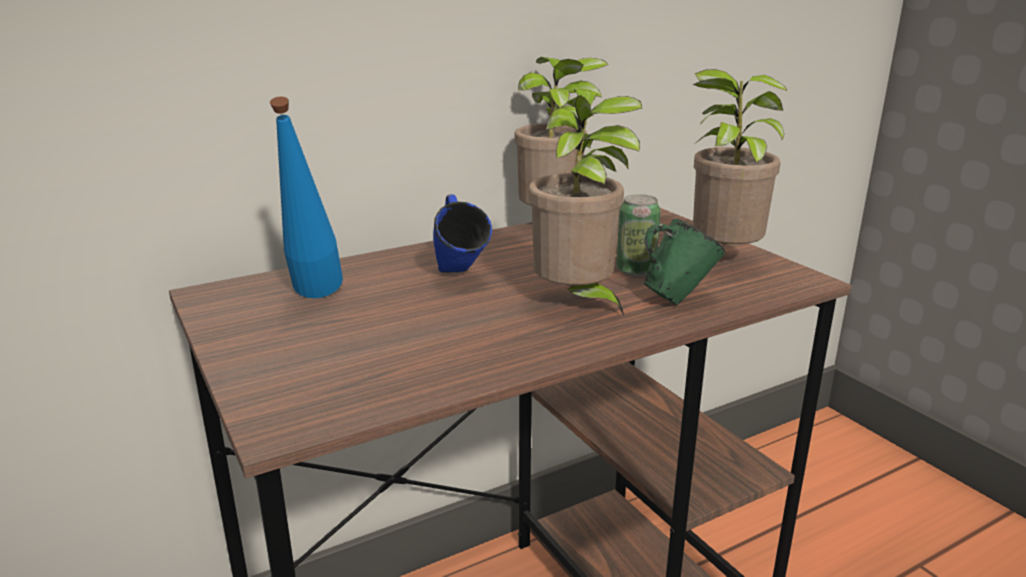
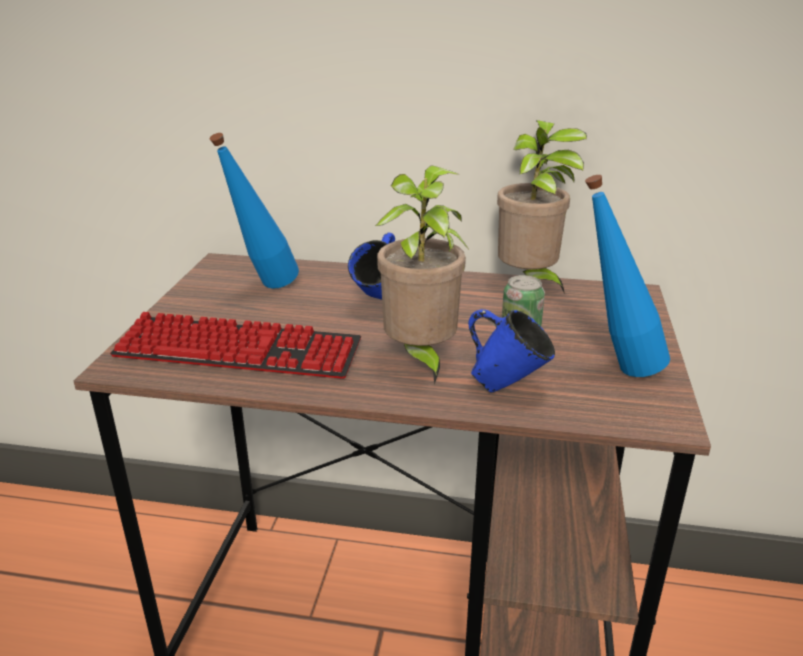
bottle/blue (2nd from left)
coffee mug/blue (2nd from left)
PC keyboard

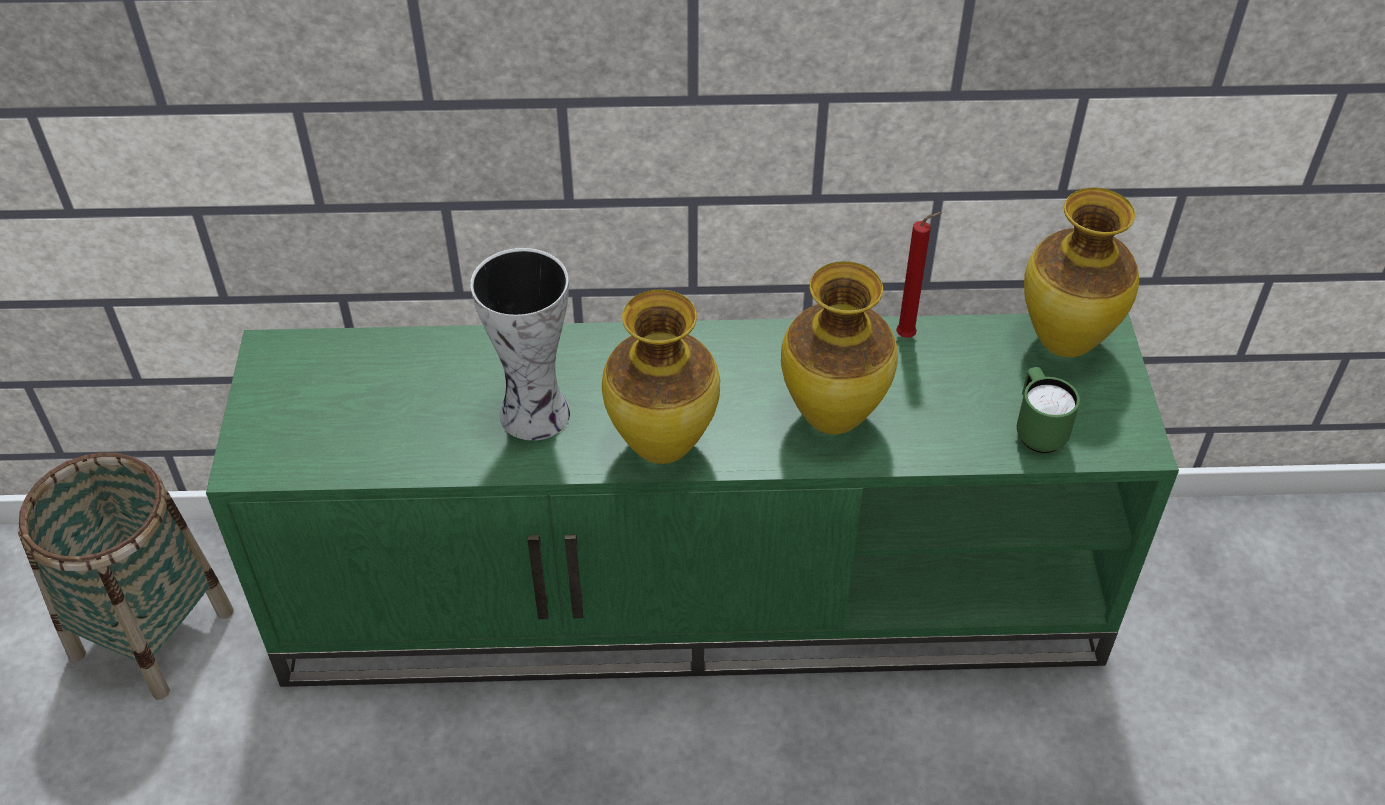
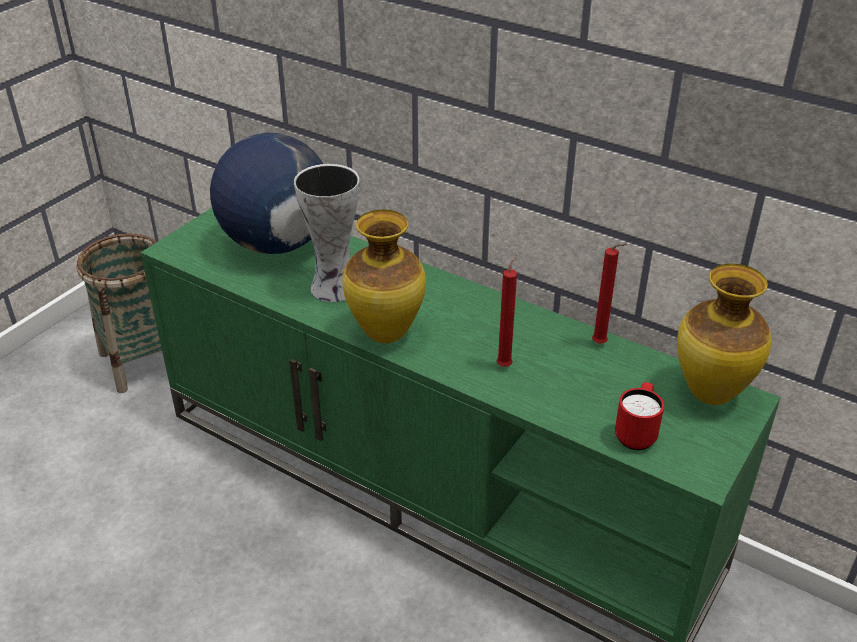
candle/red (1st from left)
coffee mug/red
globe

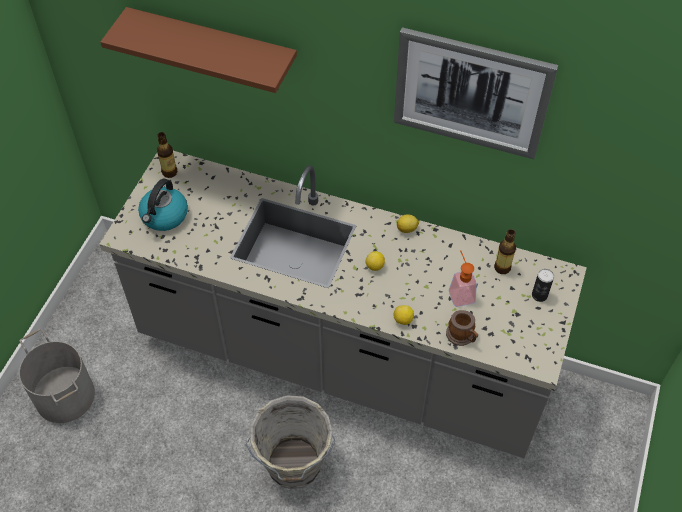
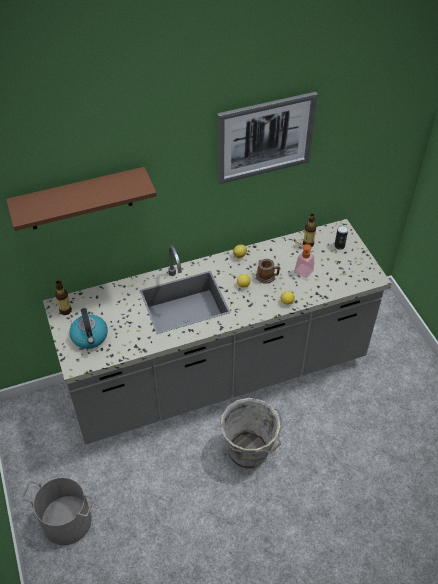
coffee mug

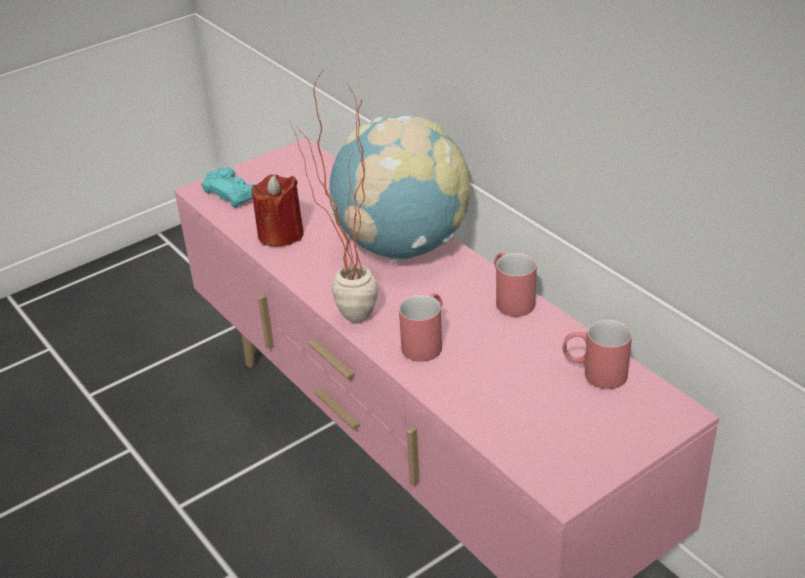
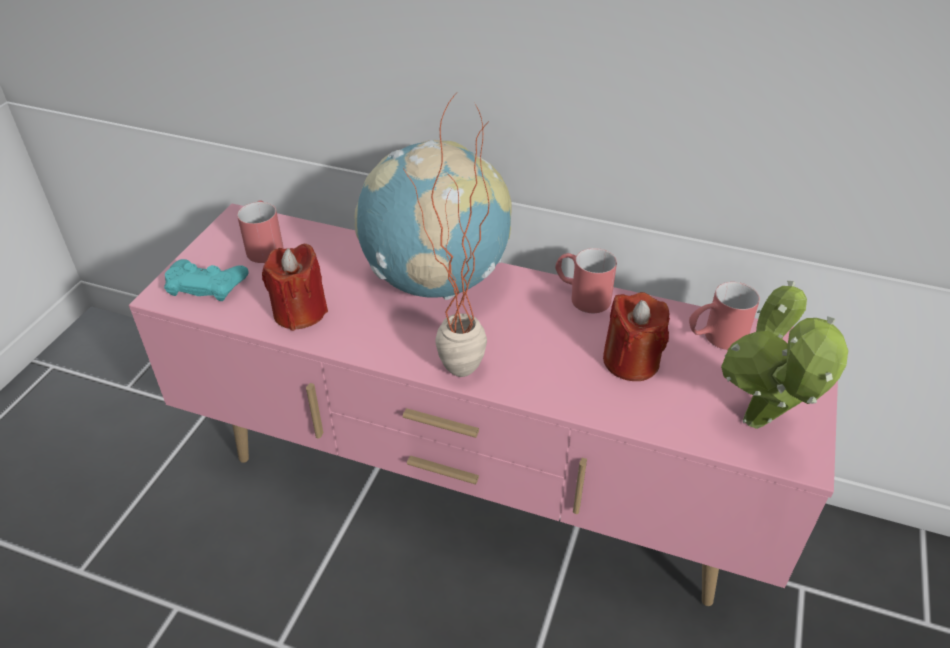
coffee mug/red (1st from left)
houseplant (2nd from left)
candle/red (2nd from left)

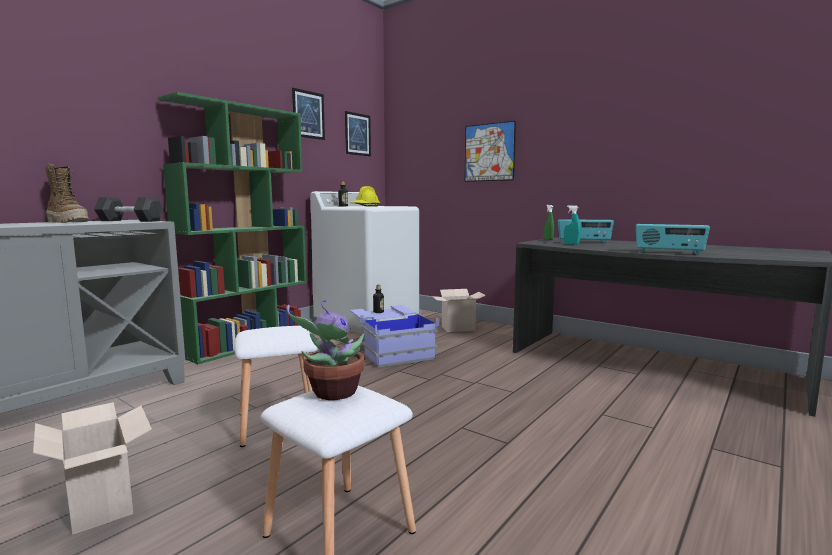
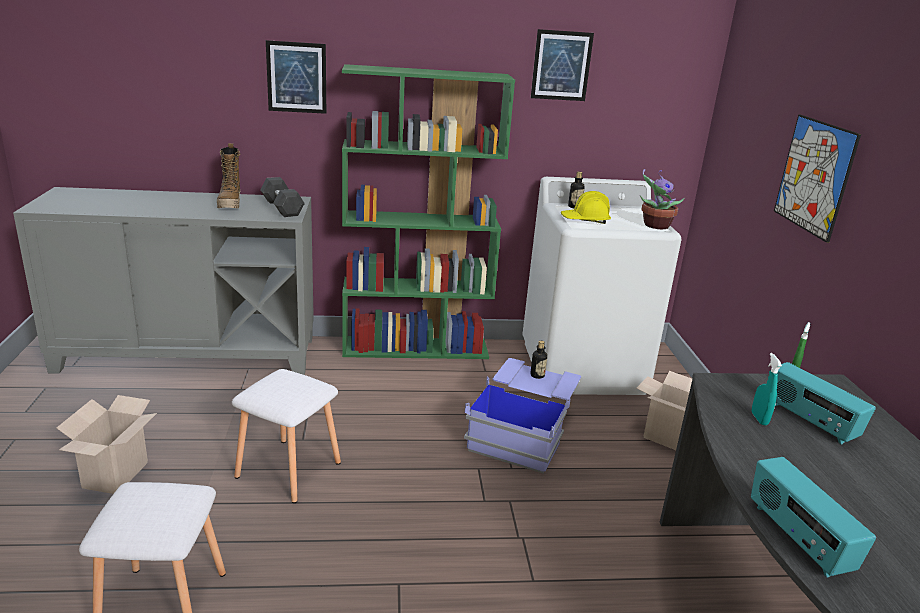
picture (1st from left)
houseplant

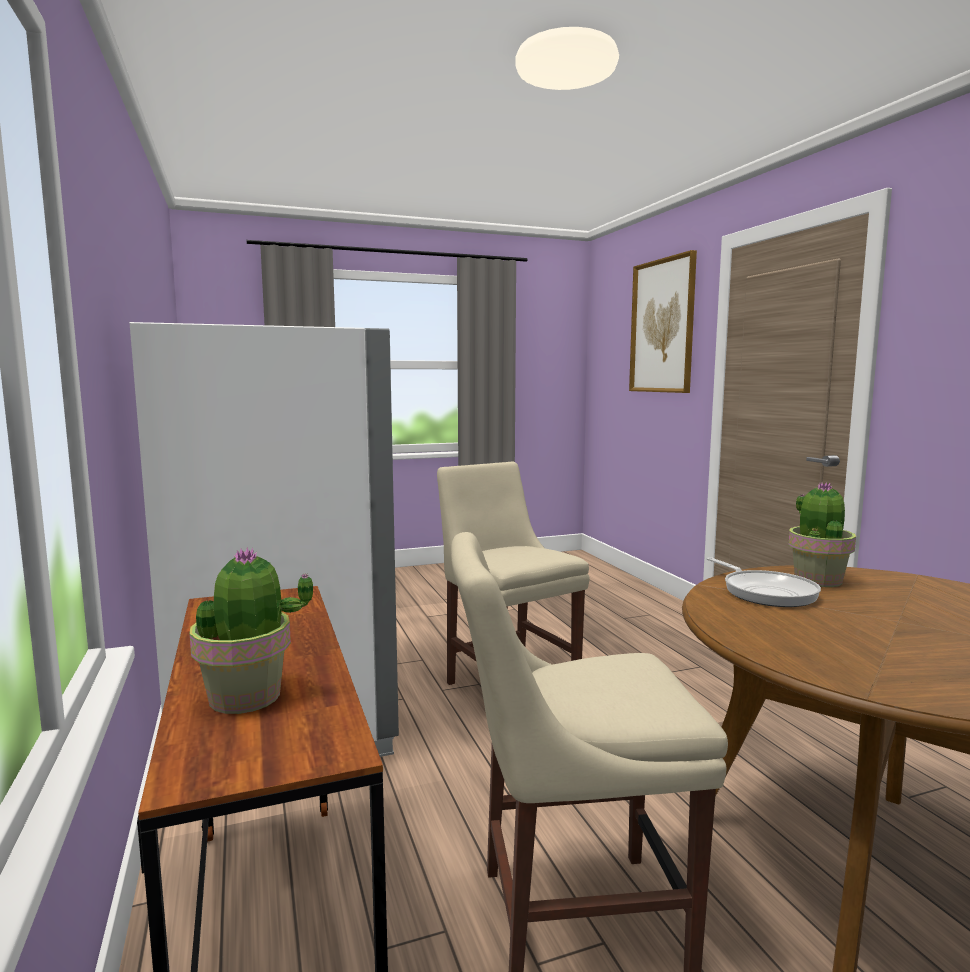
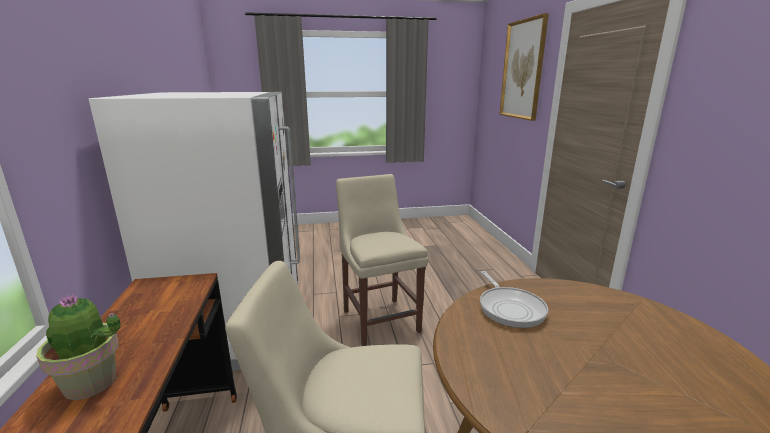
houseplant (2nd from left in the first image)

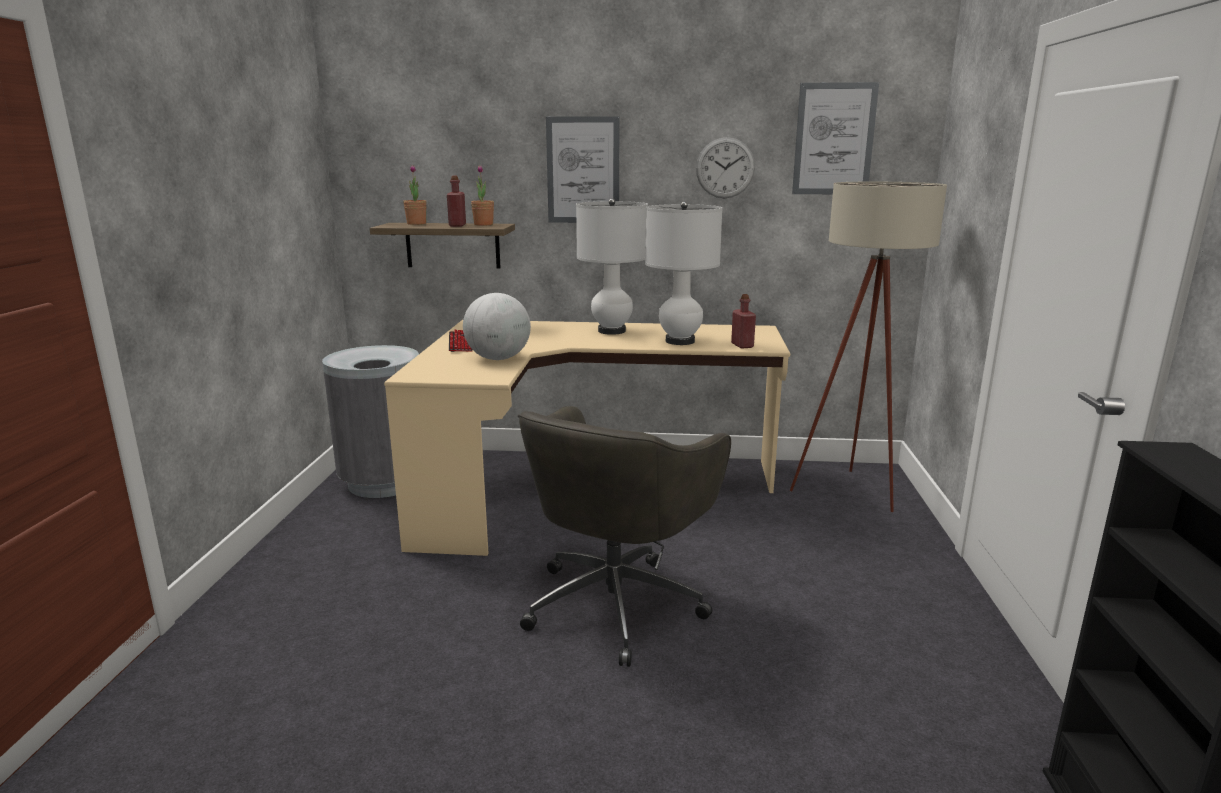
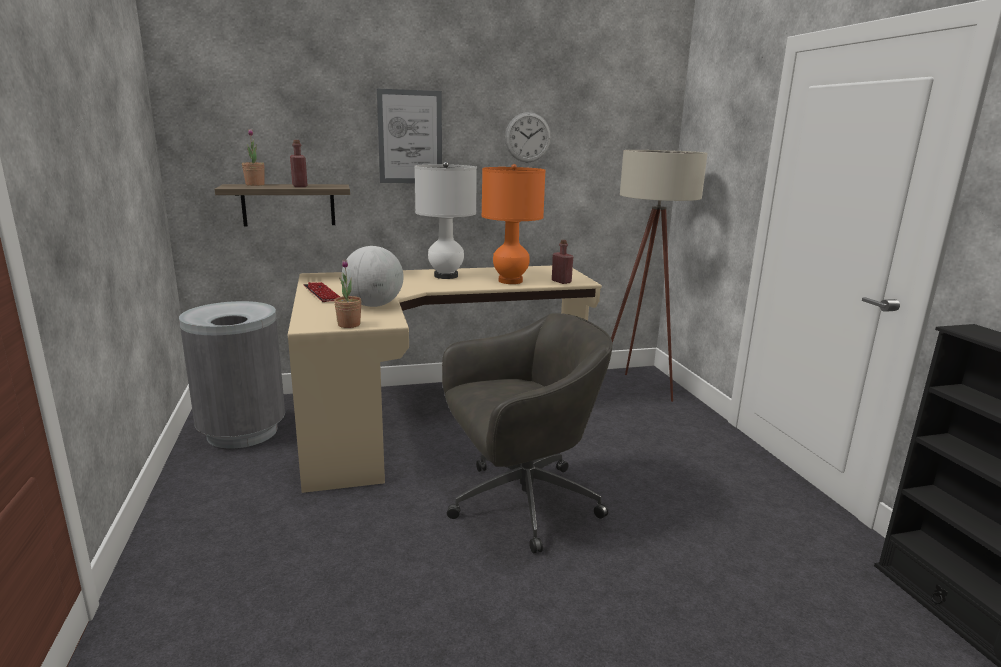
picture (2nd from left in the first image)
houseplant (2nd from left)
lamp for a table/orange-coloured
office chair/gray

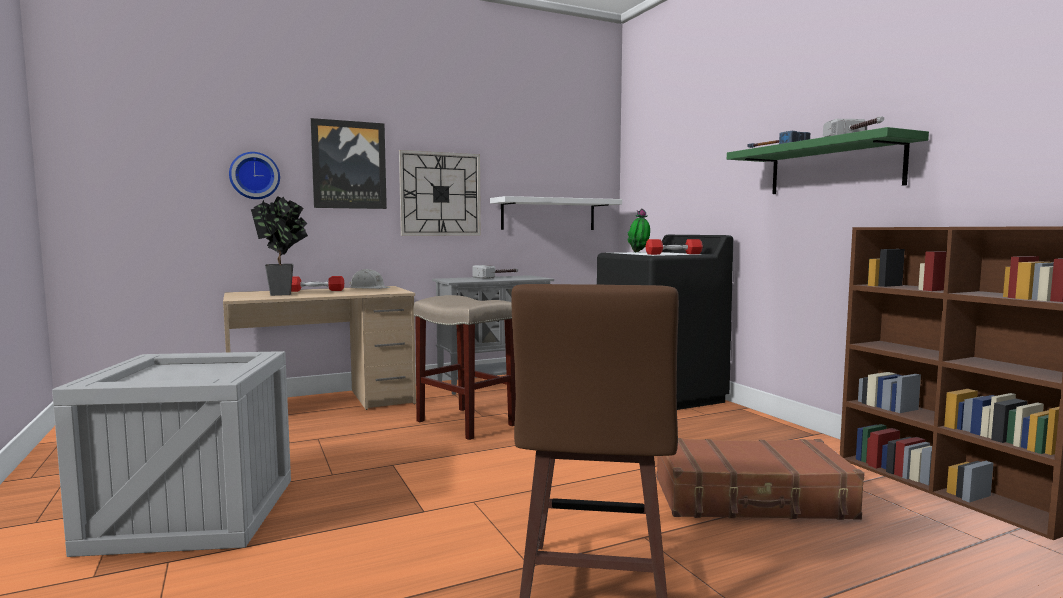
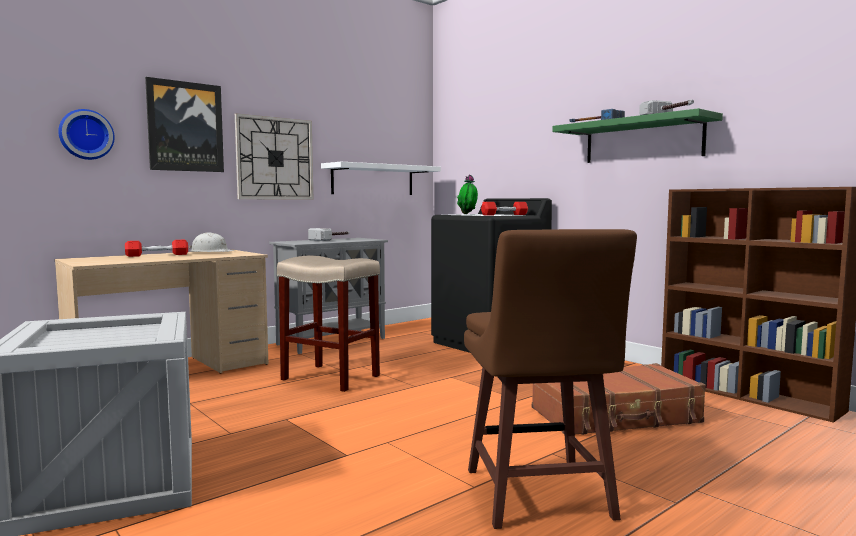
houseplant (1st from left in the first image)

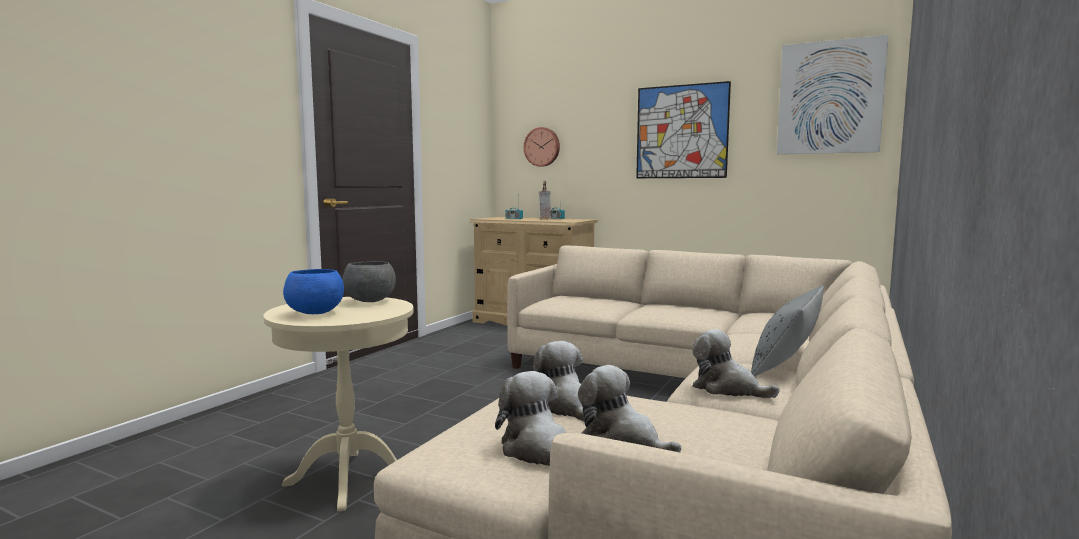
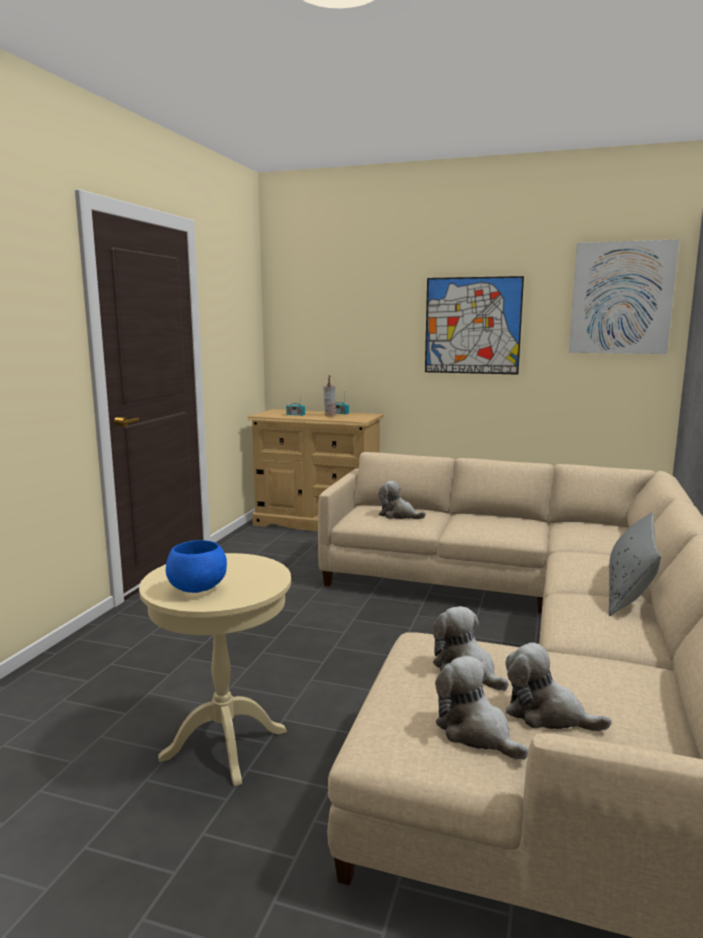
wall clock
deep dish/gray
soft toy (1st from left)

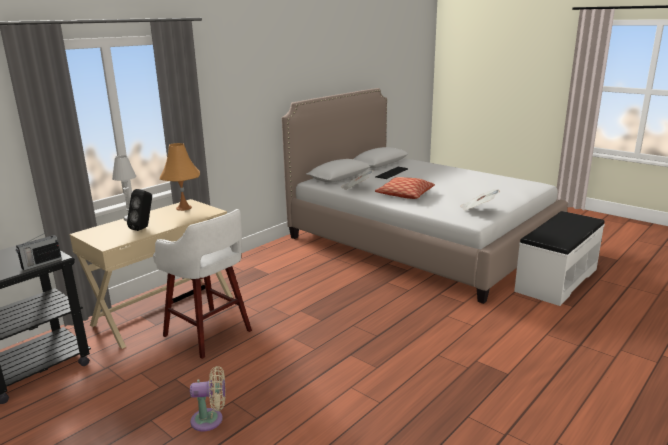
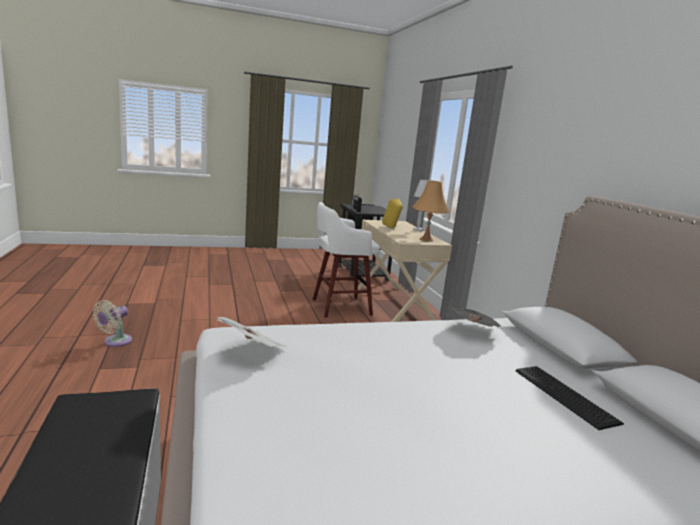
throw pillow
speaker/yellow-coloured
fan/beige-coloured

